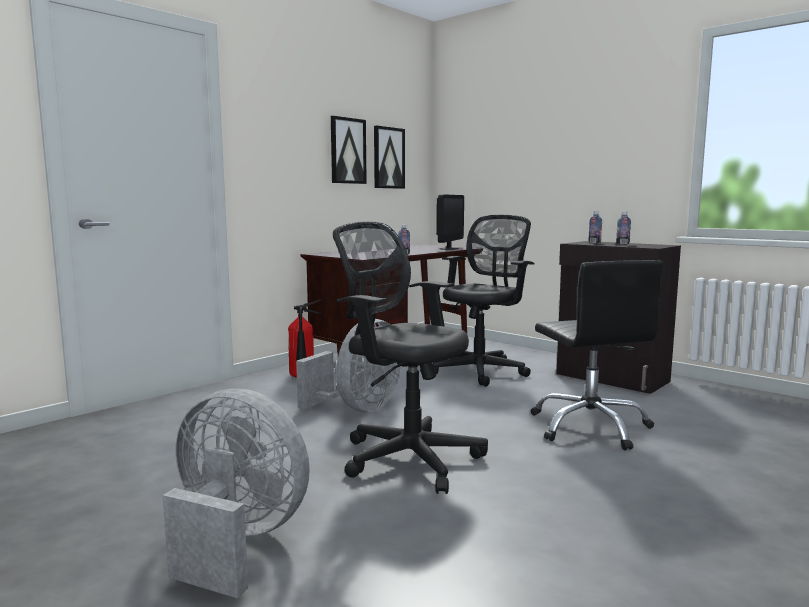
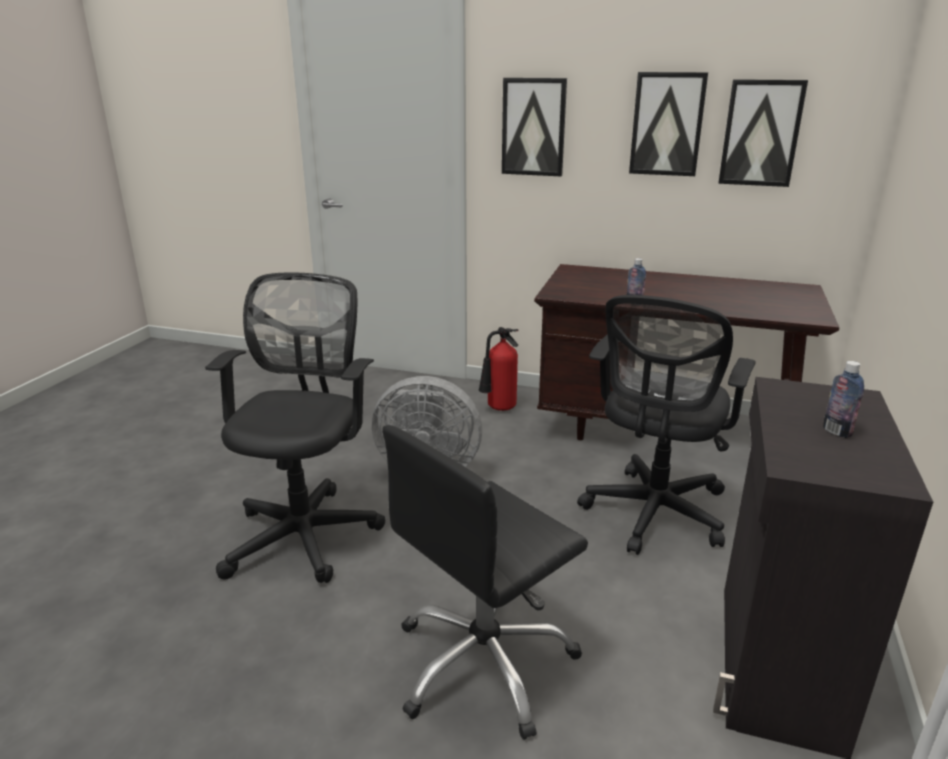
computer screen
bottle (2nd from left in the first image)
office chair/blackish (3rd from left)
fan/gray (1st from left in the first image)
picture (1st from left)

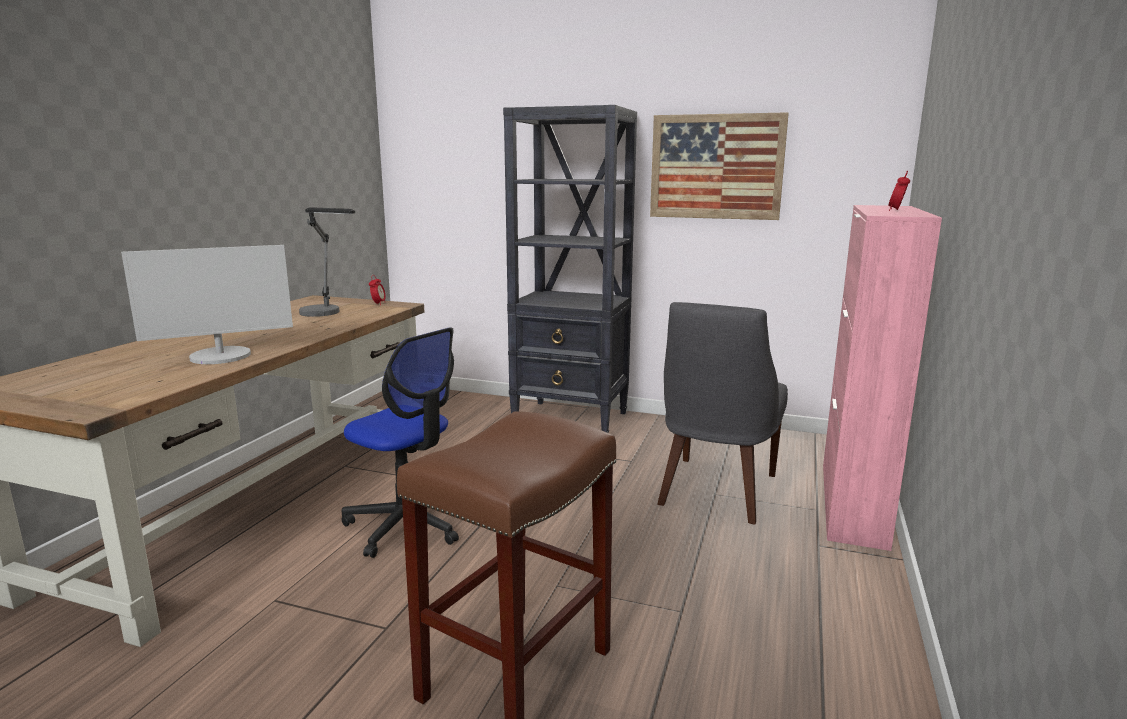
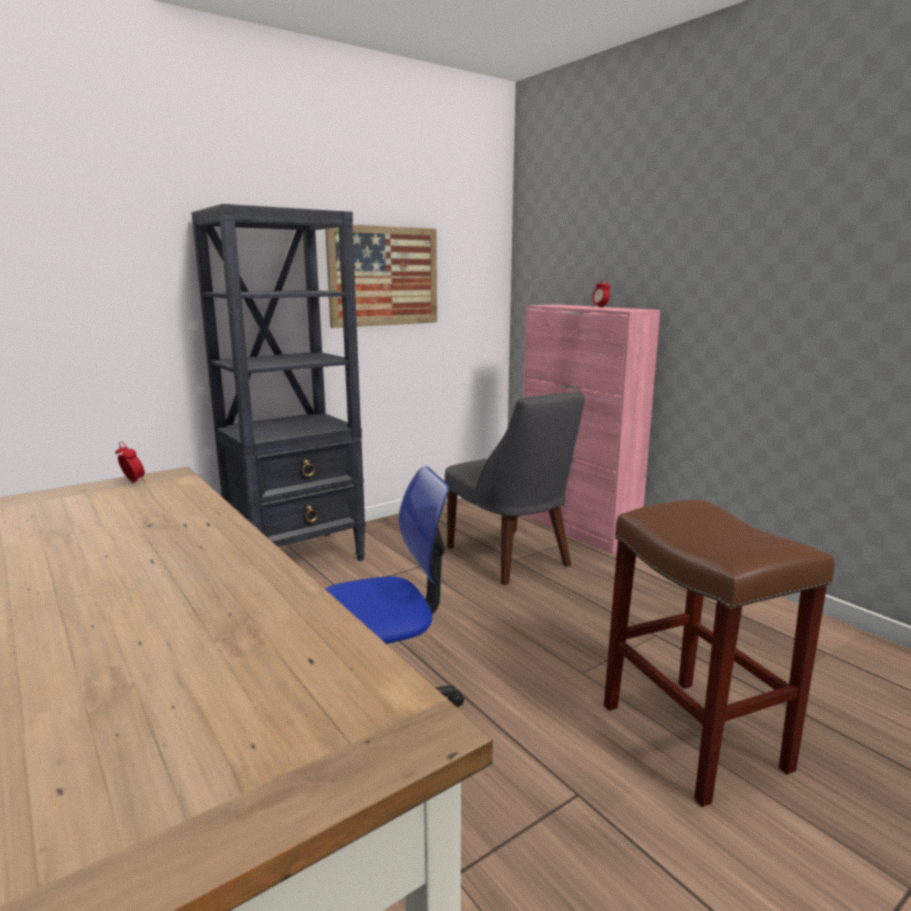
lamp for a table
computer screen

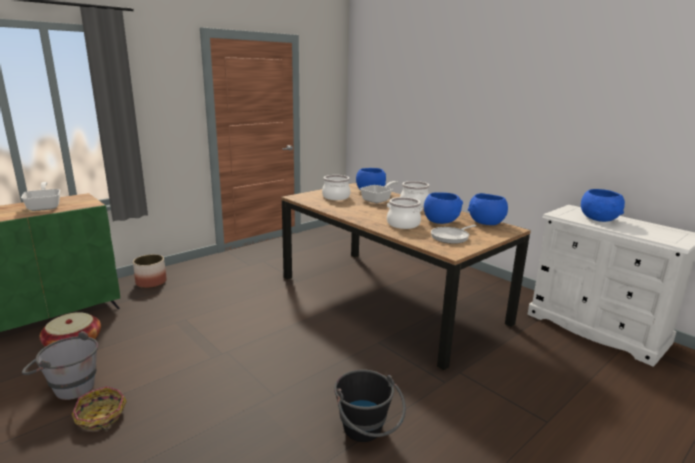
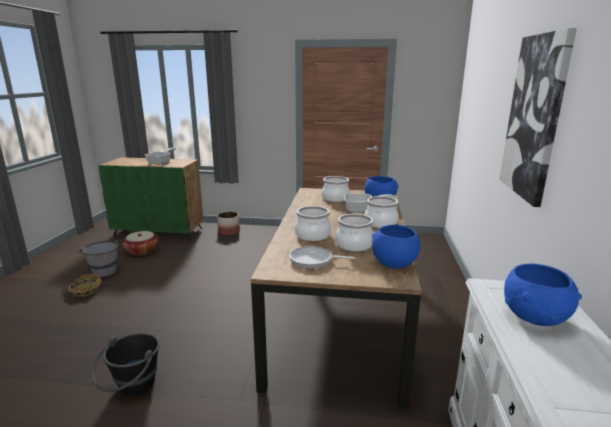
cooking pot (3rd from left)
picture

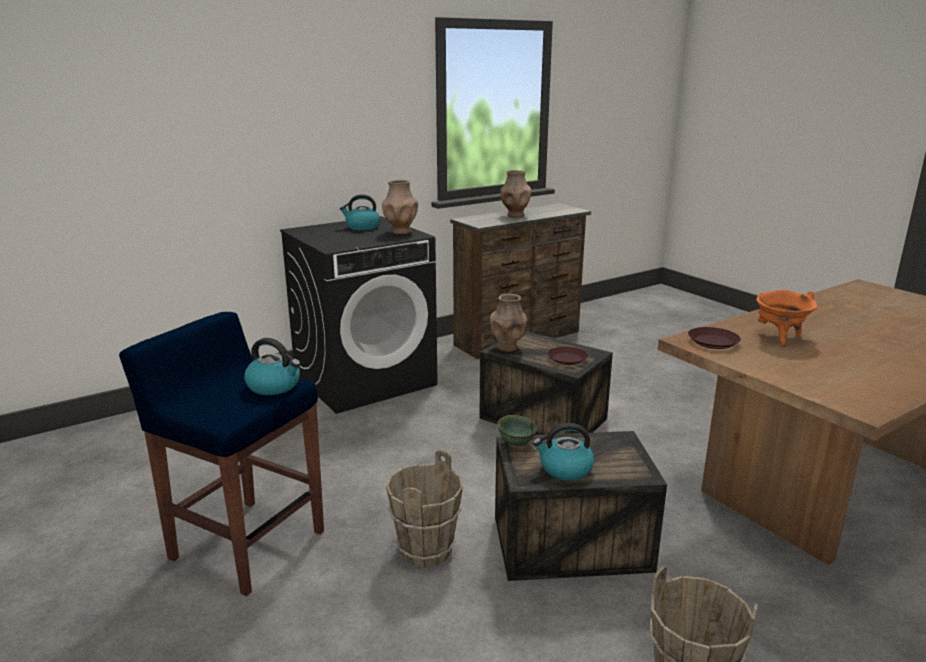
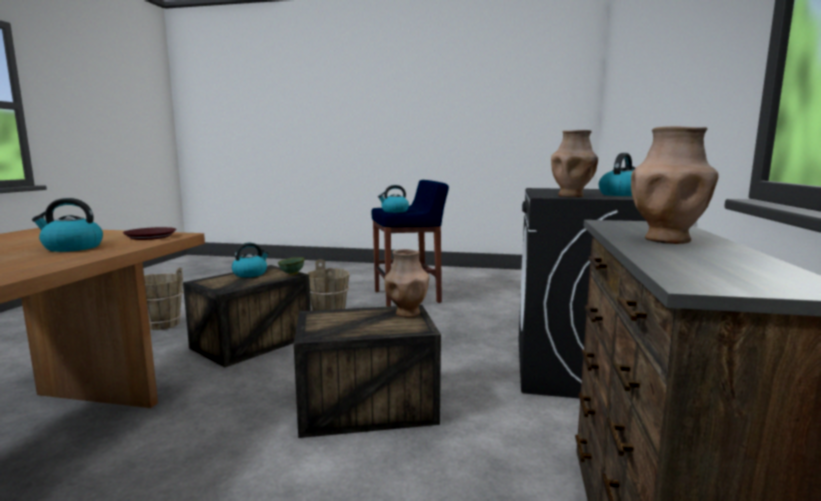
water kettle (1st from left)
flat dish/brown (1st from left in the first image)

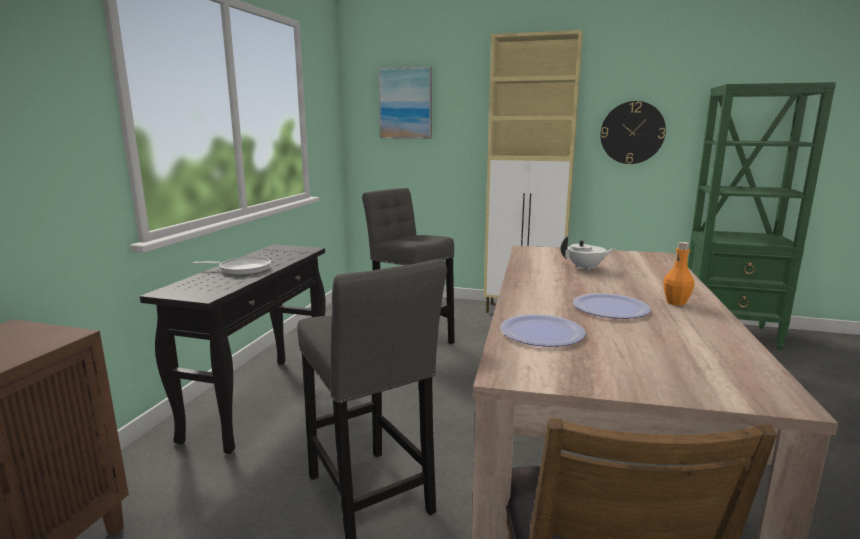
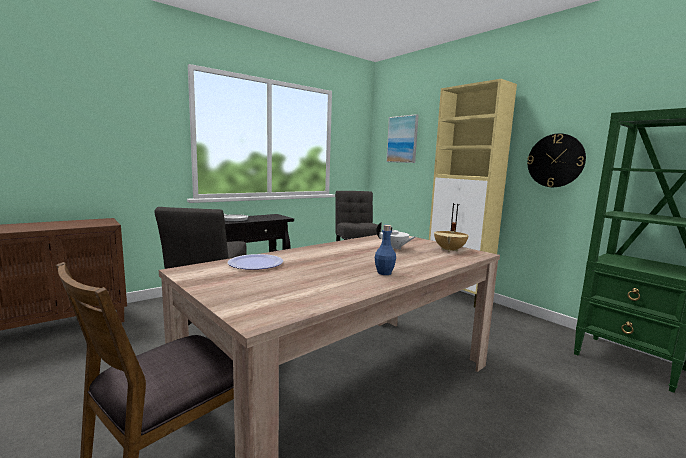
bottle/blue
flat dish (2nd from left in the first image)
cooking pot/beige-coloured

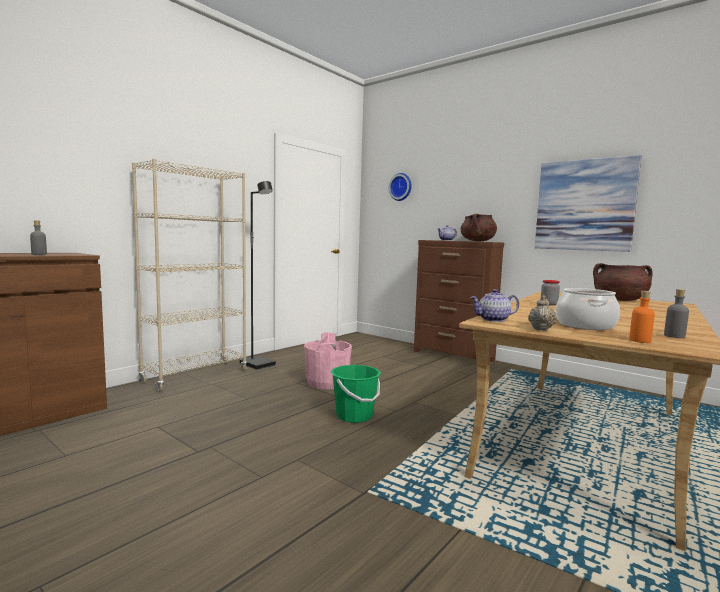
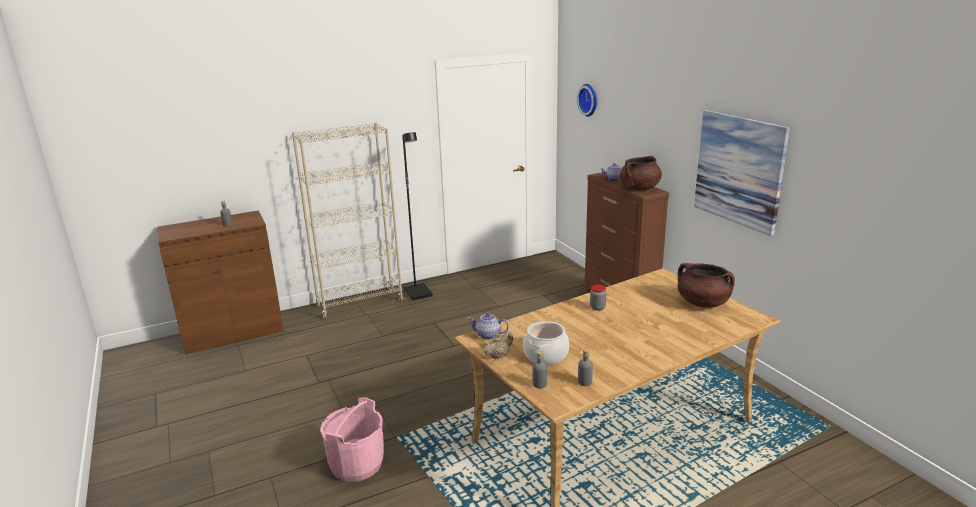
bottle/gray (2nd from left)
pail/pink-coloured
pail/green-coloured

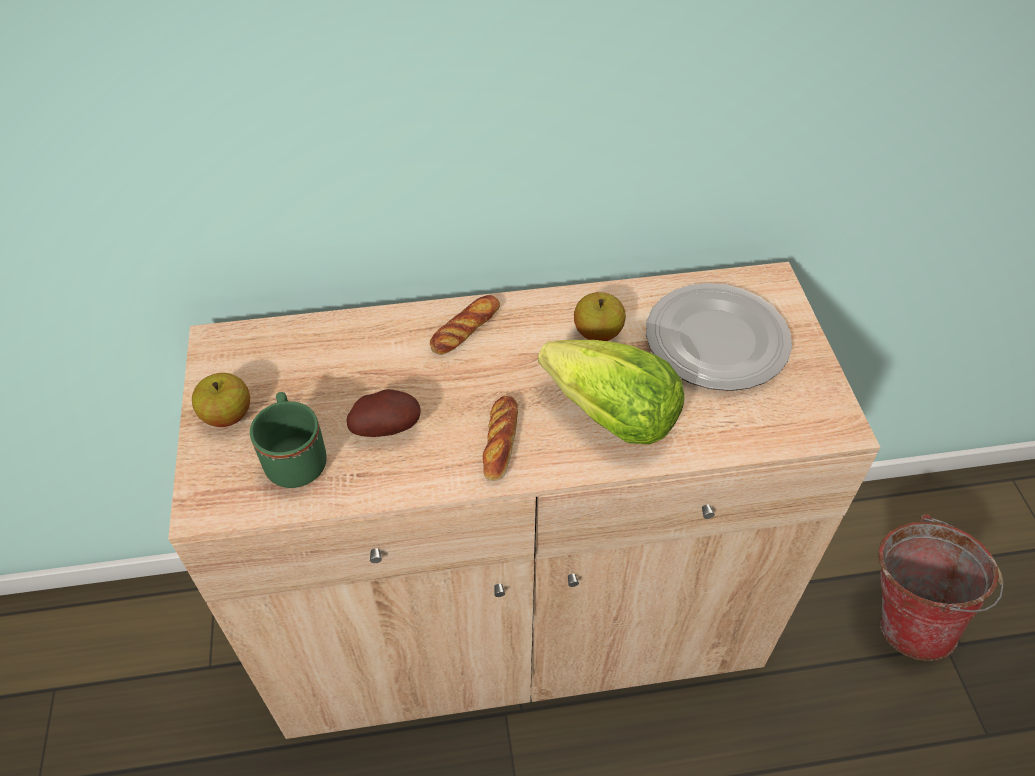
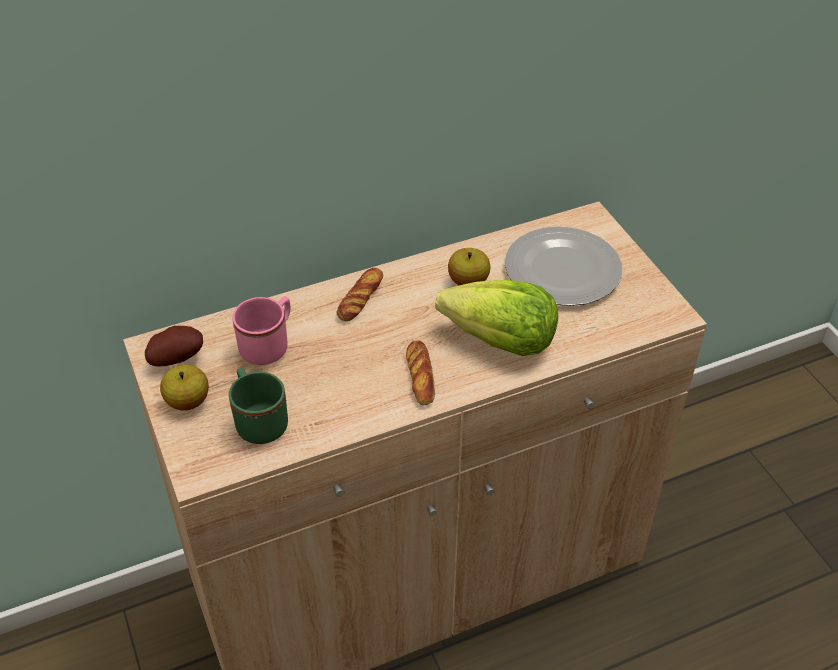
whole potato
pail
coffee mug/pink-coloured

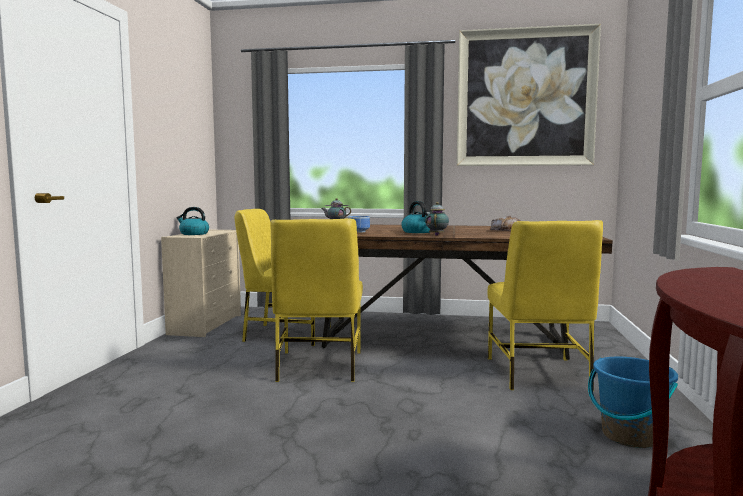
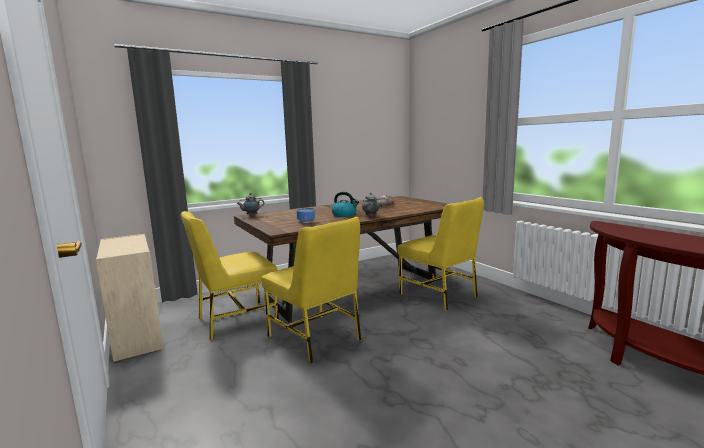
picture
water kettle (1st from left in the first image)
pail/blue

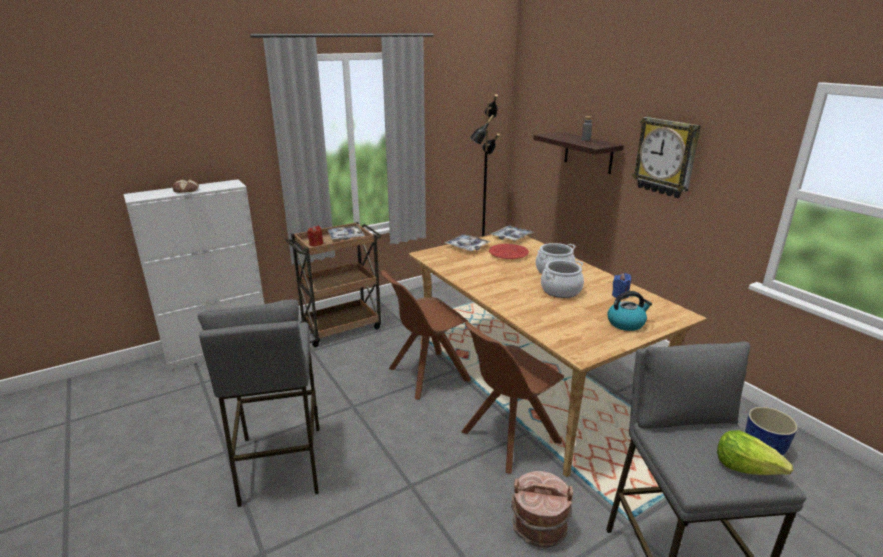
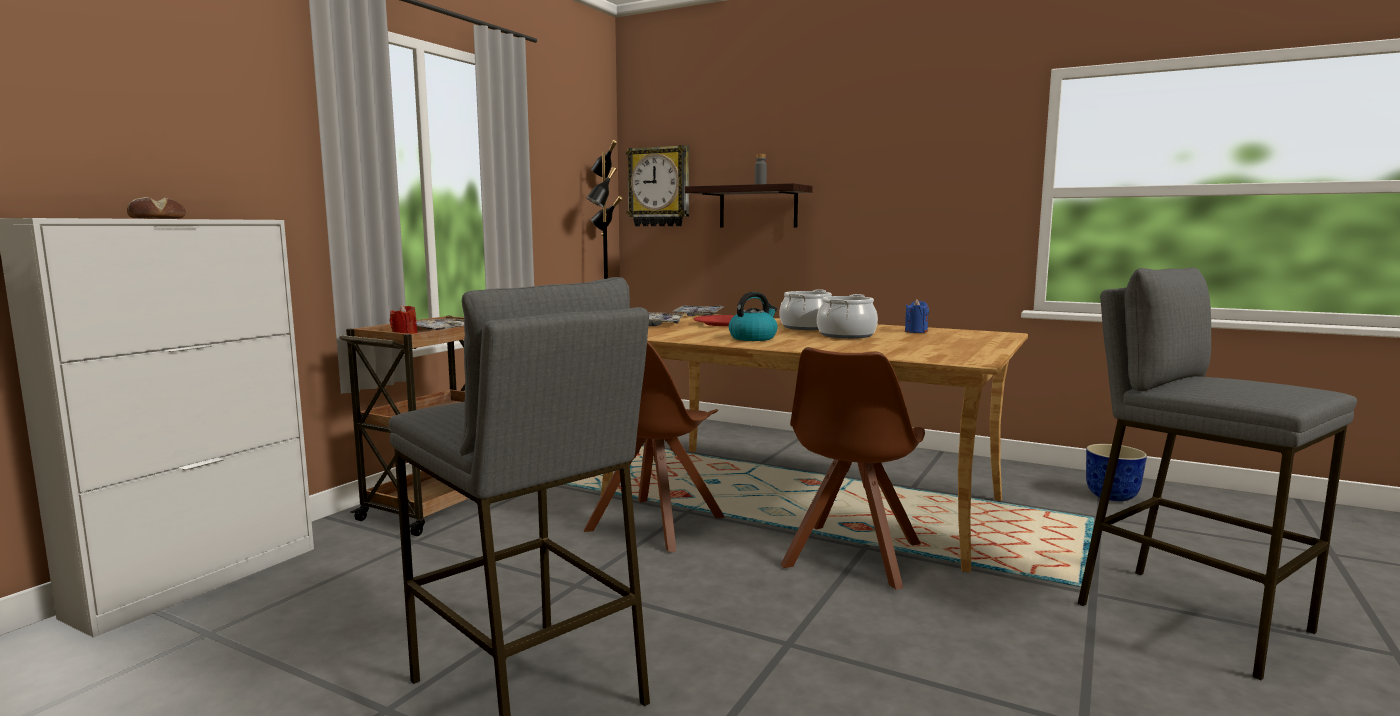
wall clock
water kettle
lettuce head
pail/brown

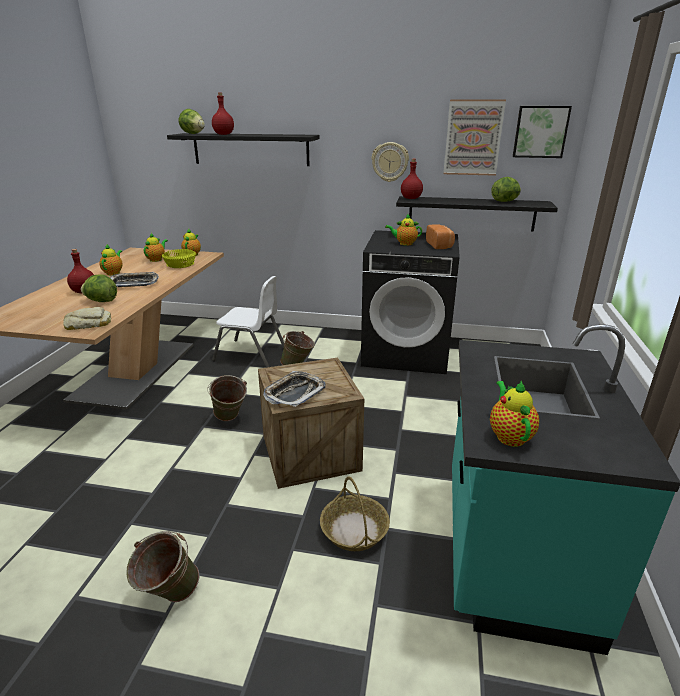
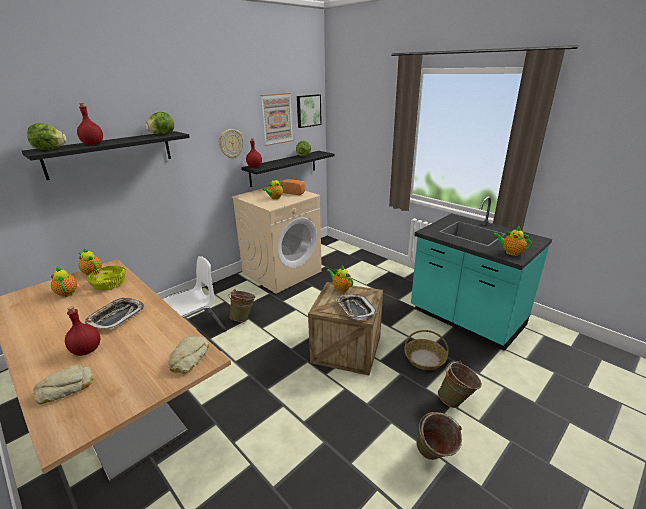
laundry appliance/beige-coloured
tea pot (4th from left)
lettuce head (2nd from left)
pail/green-coloured (3rd from left)
bread (1st from left)

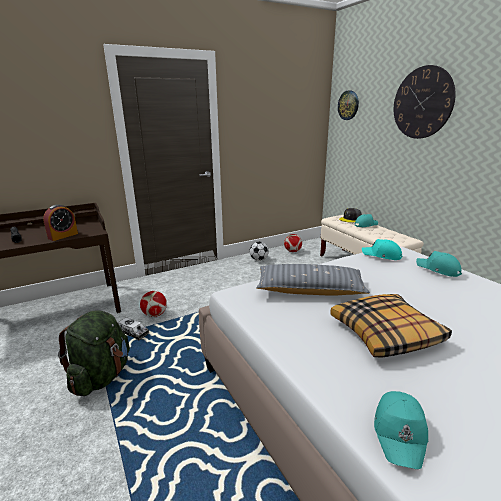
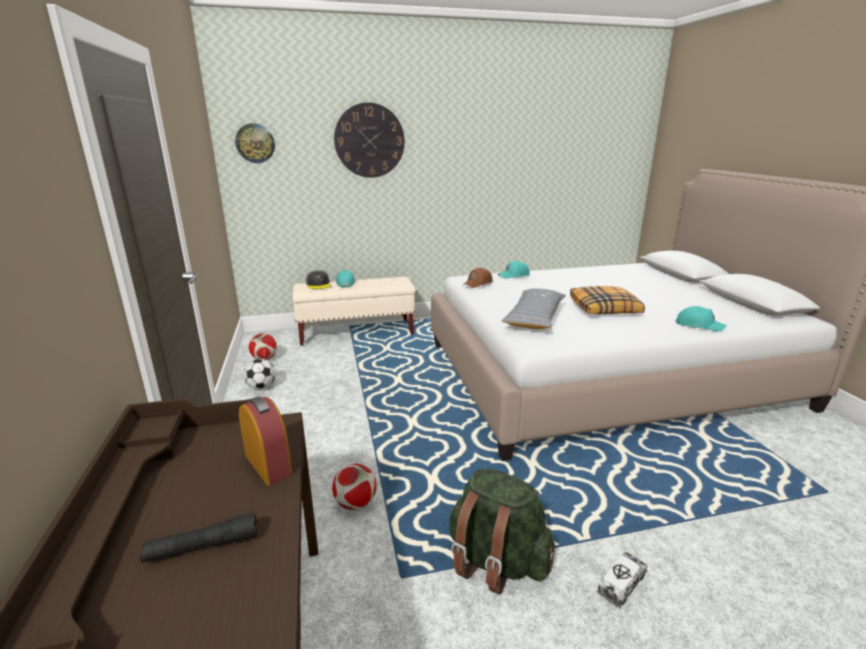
cap/brown
model truck

